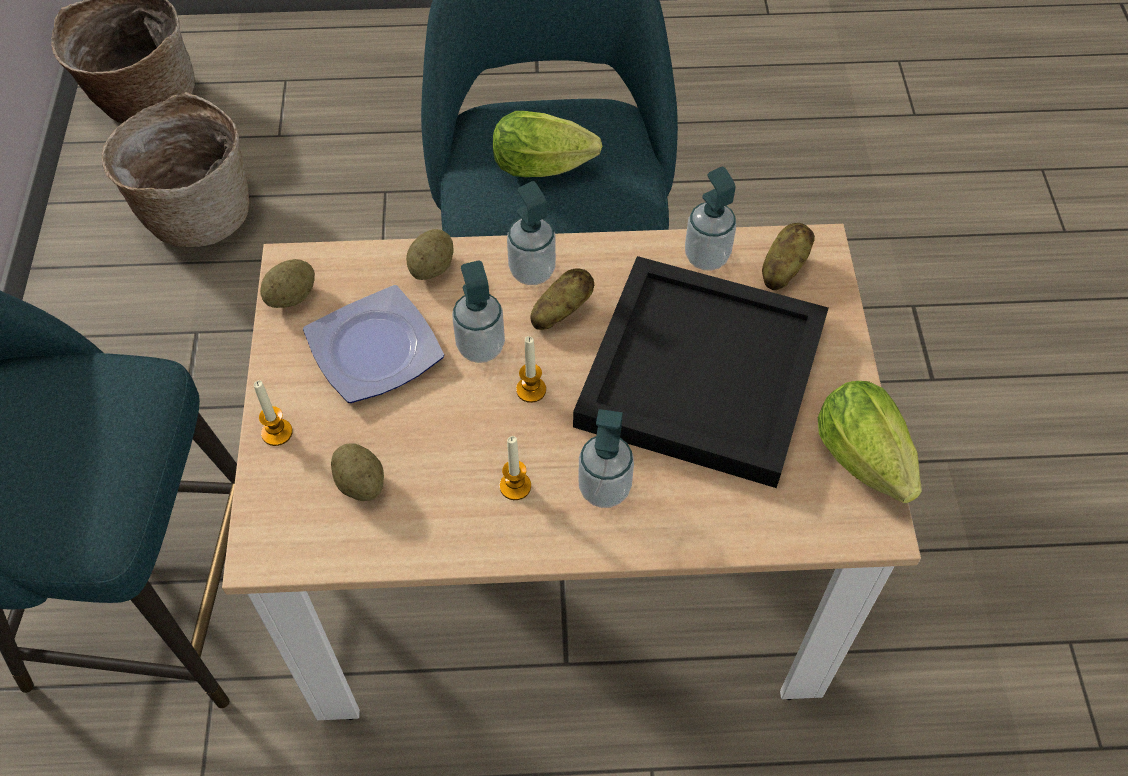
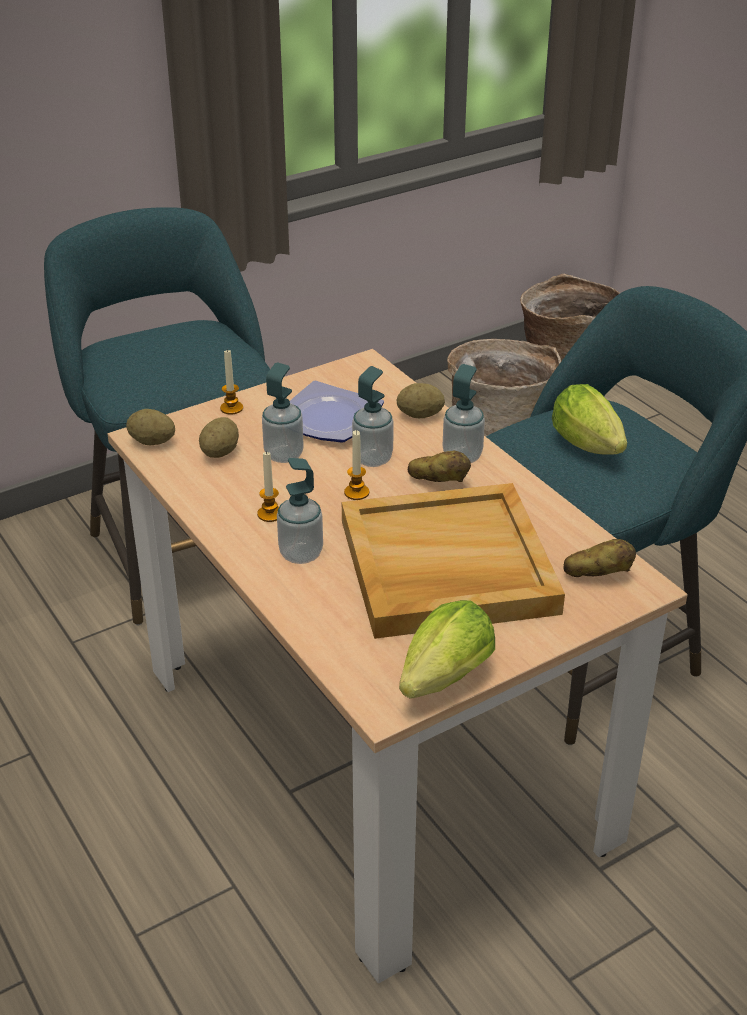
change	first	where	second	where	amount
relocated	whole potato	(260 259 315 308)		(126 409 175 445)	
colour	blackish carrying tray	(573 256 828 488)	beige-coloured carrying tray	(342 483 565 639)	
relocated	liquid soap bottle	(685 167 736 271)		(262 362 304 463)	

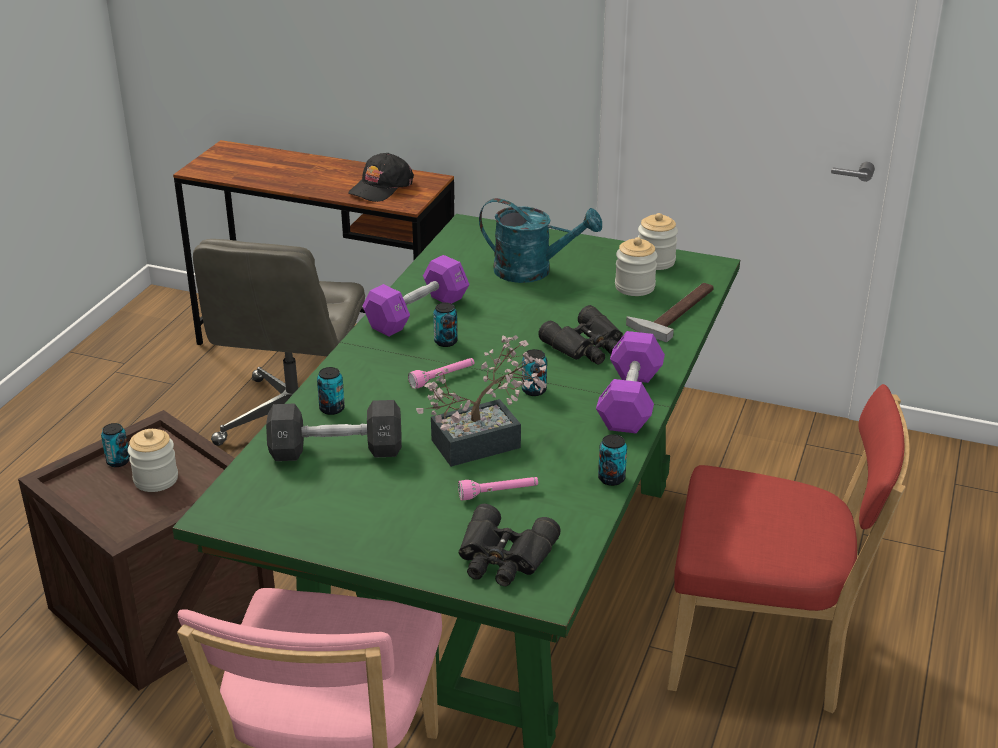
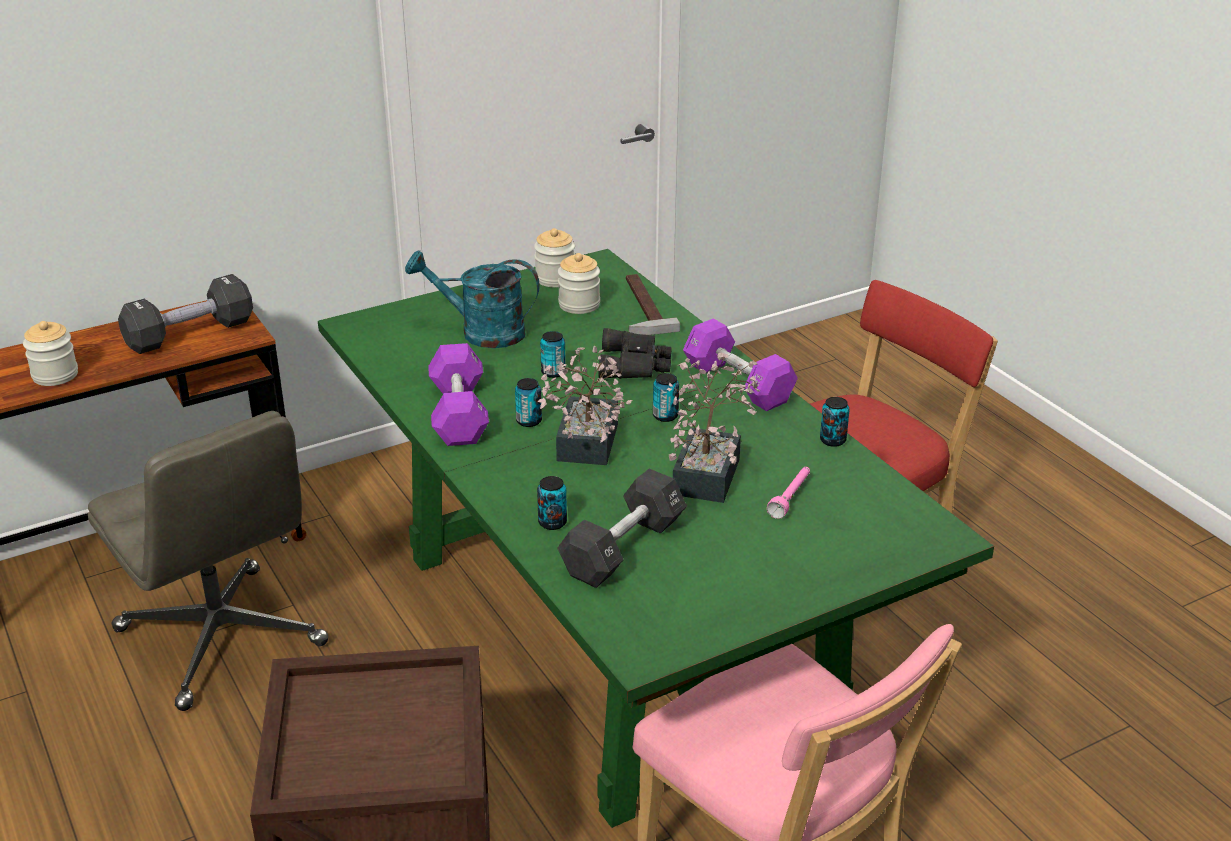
change	first	where	second	where	amount
relocated	metal can	(101 423 130 467)		(540 331 566 378)	
relocated	storage jar	(128 429 178 492)		(23 321 78 386)	
exchanged	blackish baseball cap	(348 153 414 202)	blackish free weight	(118 274 253 354)	
exchanged	pink-coloured hand torch	(408 358 474 389)	plant in a pot	(538 346 632 465)	
missing	blackish binoculars	(459 504 560 586)			
spun	blue-green watering pot	(479 198 602 283)		(405 251 540 348)	135 degrees counterclockwise

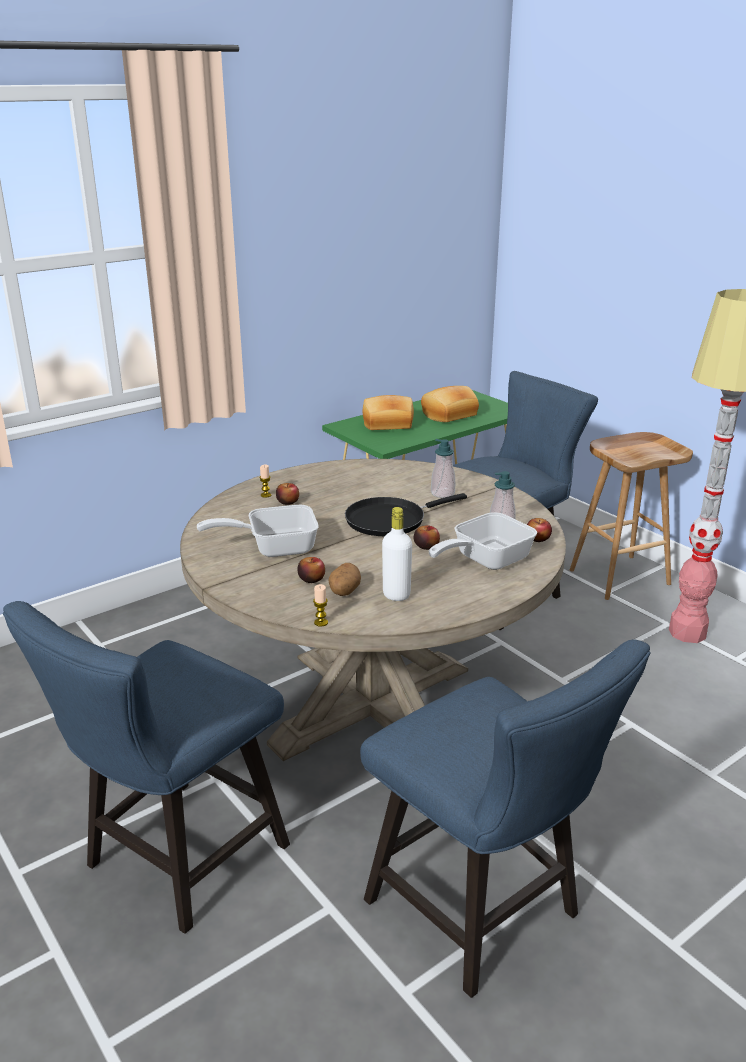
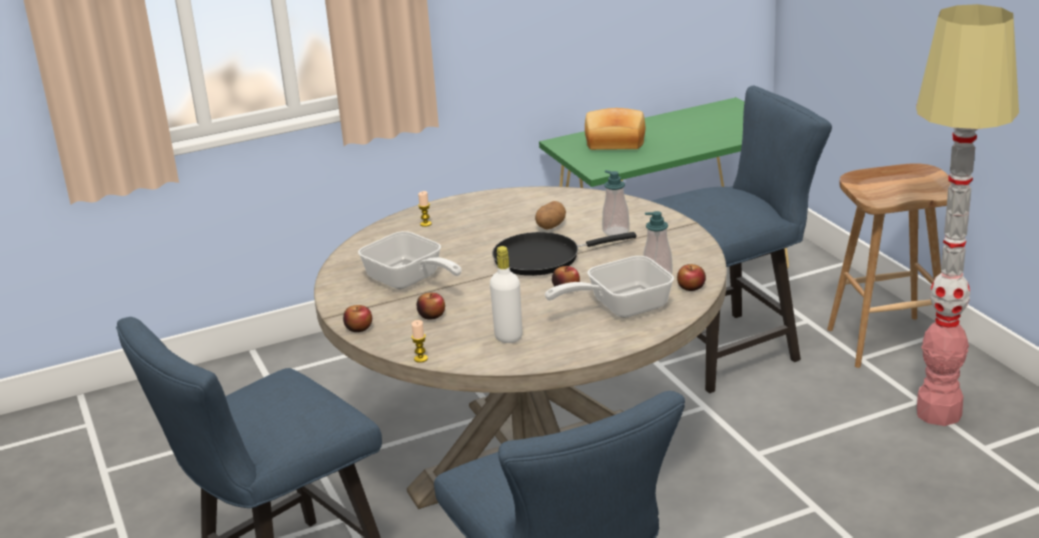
change	first	where	second	where	amount
spun	frying pan	(197 505 319 557)		(358 231 462 289)	135 degrees counterclockwise
relocated	apple fruit	(276 483 299 505)		(343 305 372 332)	
relocated	whole potato	(329 563 361 596)		(535 201 566 230)	
missing	bread	(421 386 479 422)			

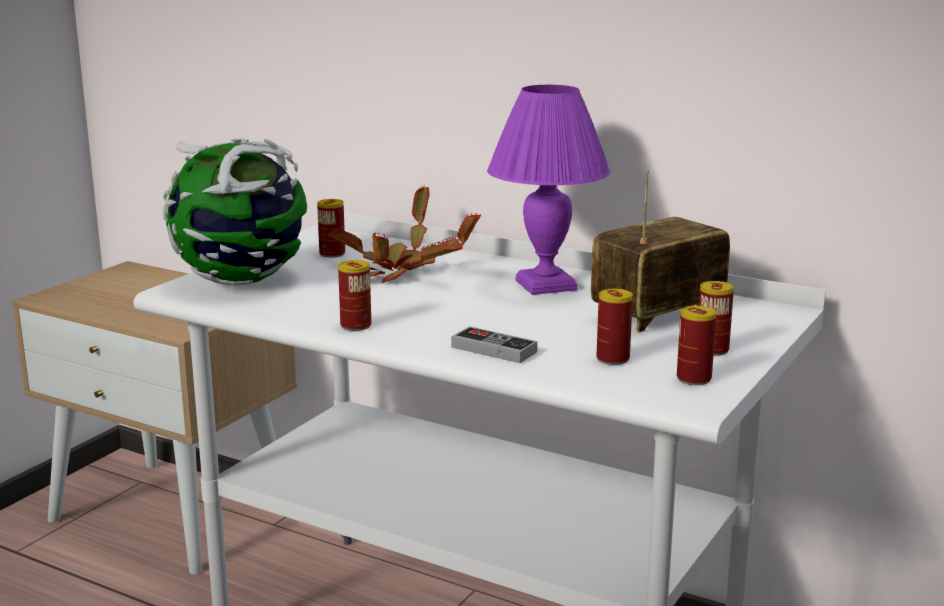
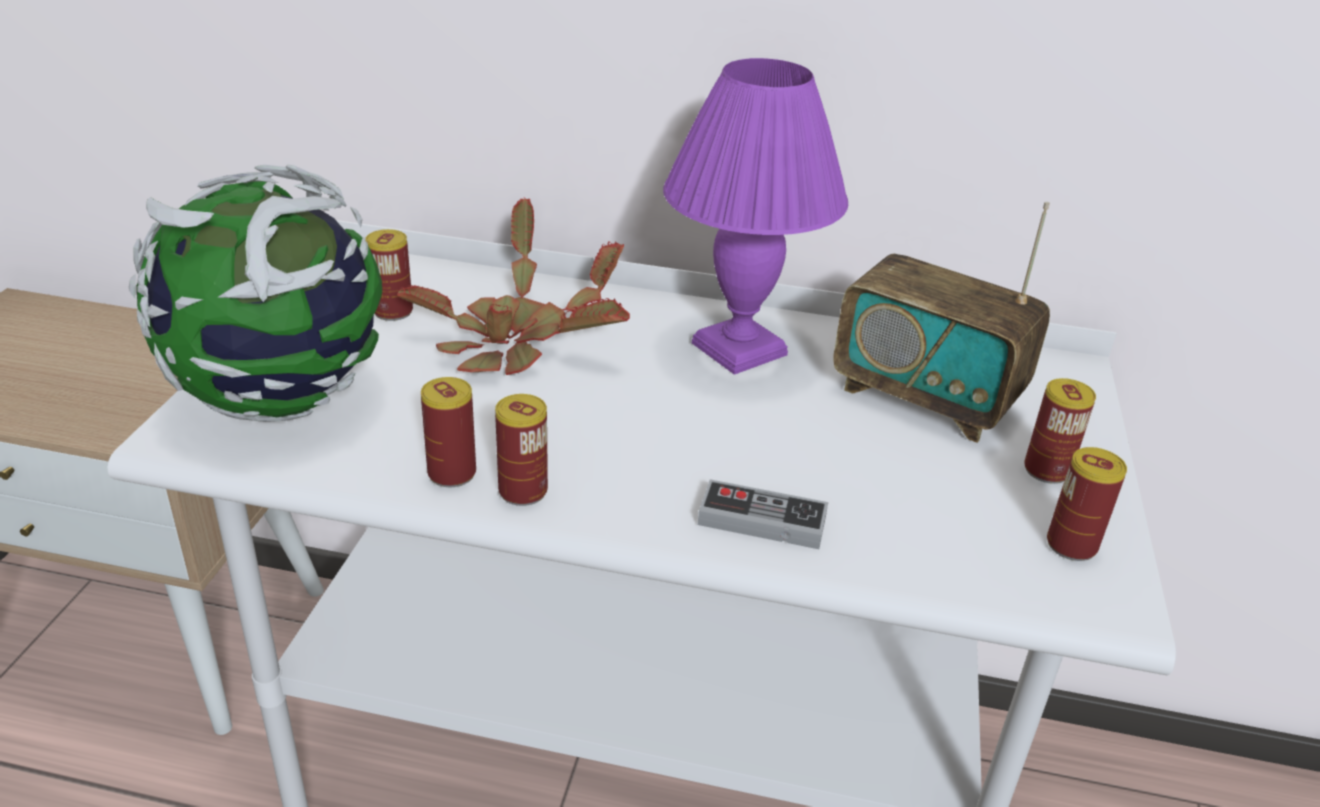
change	first	where	second	where	amount
spun	radio	(591 169 730 332)		(834 202 1050 443)	90 degrees counterclockwise
relocated	metal can	(596 289 633 365)		(421 377 476 487)	

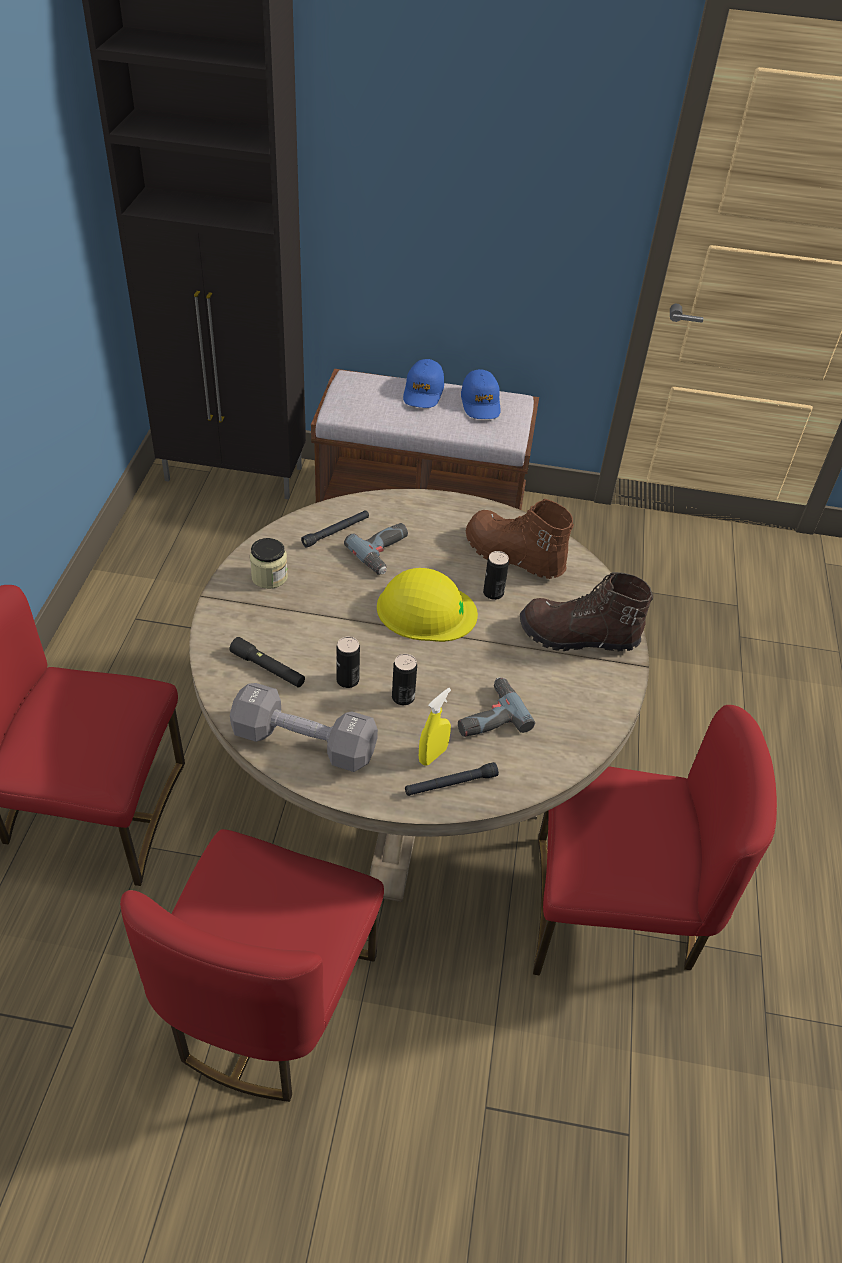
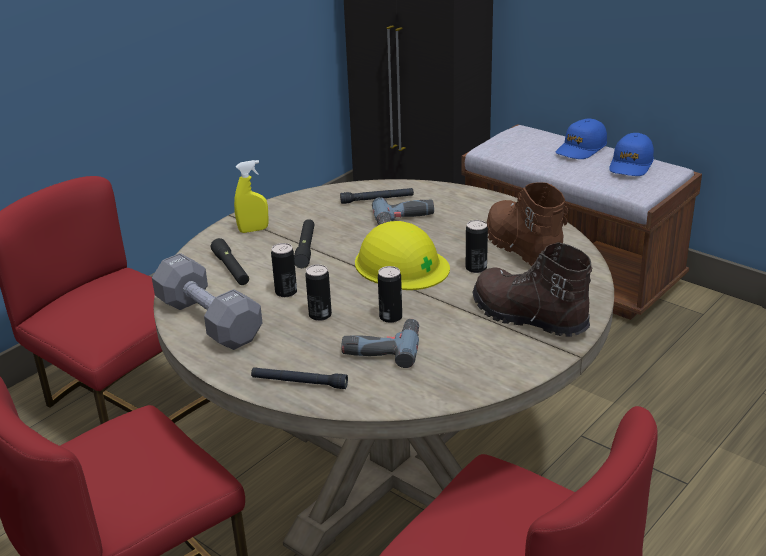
change	first	where	second	where	amount
missing	storage jar	(250 538 288 589)			
relocated	yellow sprayer	(419 688 451 765)		(234 160 269 233)	
appeared			blackish hand torch	(294 219 315 268)	
appeared			metal can	(378 266 402 323)	

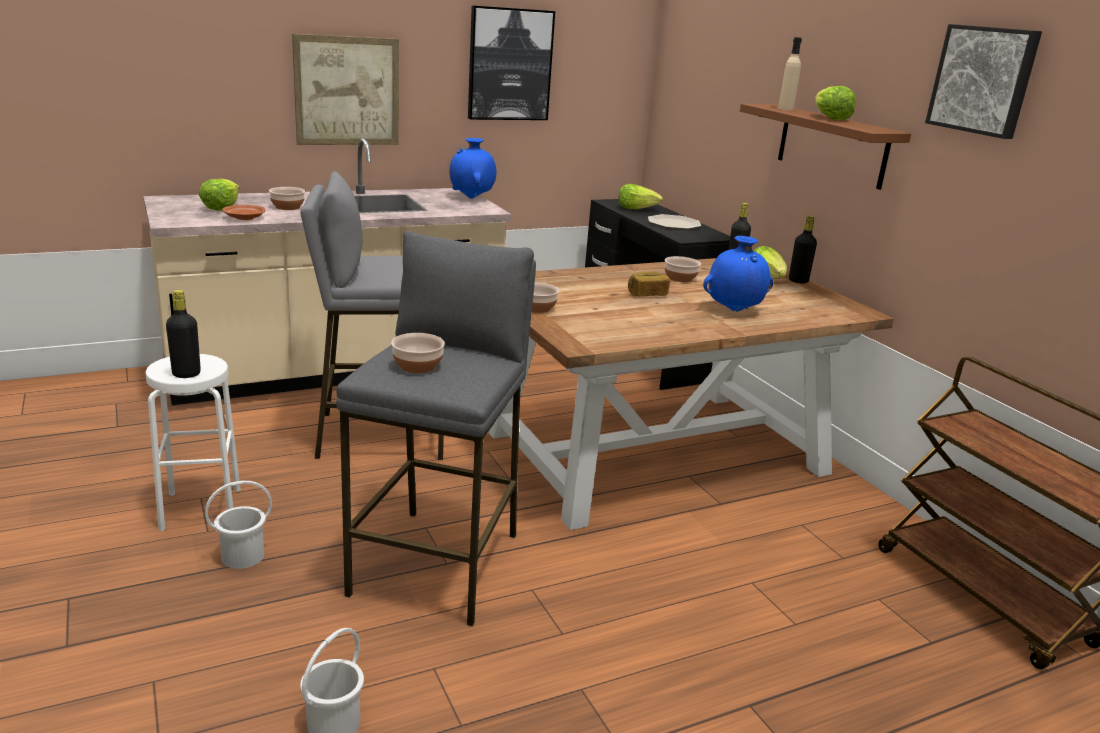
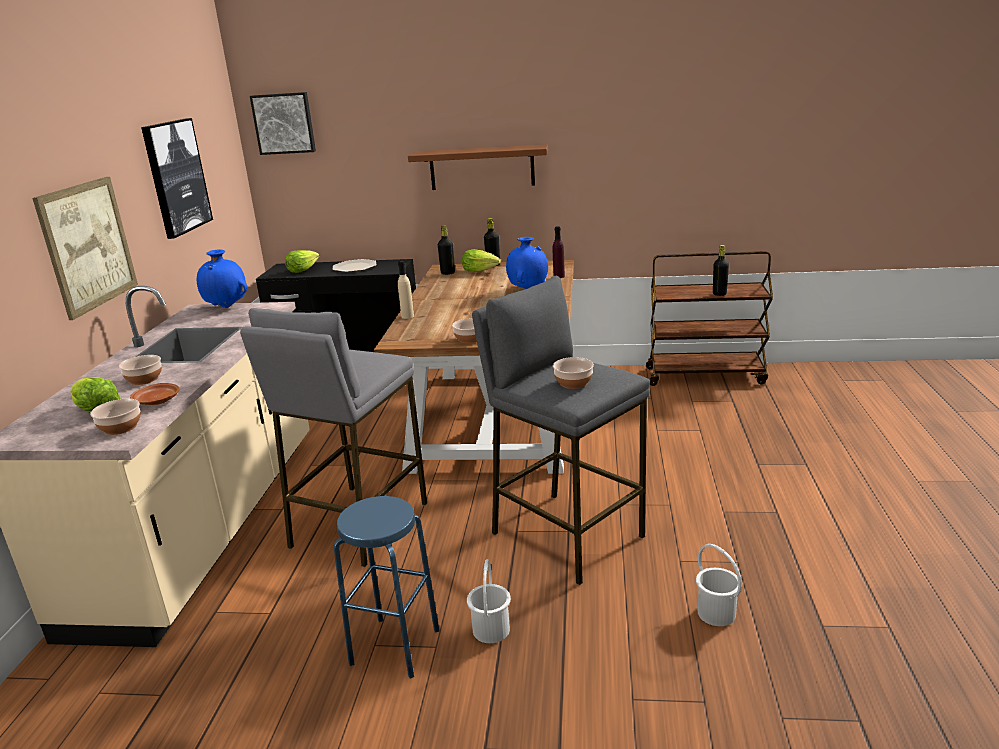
change	first	where	second	where	amount
colour	white stool seat	(145 354 241 531)	bluish stool seat	(334 496 439 679)	
relocated	blackish drink bottle	(166 290 201 378)		(713 245 729 296)	
missing	bread	(628 272 670 297)			
relocated	serving bowl	(665 256 701 282)		(90 399 141 435)	
relocated	beige-coloured drink bottle	(778 37 802 110)		(398 261 414 319)	
missing	lettuce head	(815 86 856 121)			
relocated	wall art	(925 24 1042 139)		(250 92 316 155)	
appeared			purple drink bottle	(553 226 565 278)	

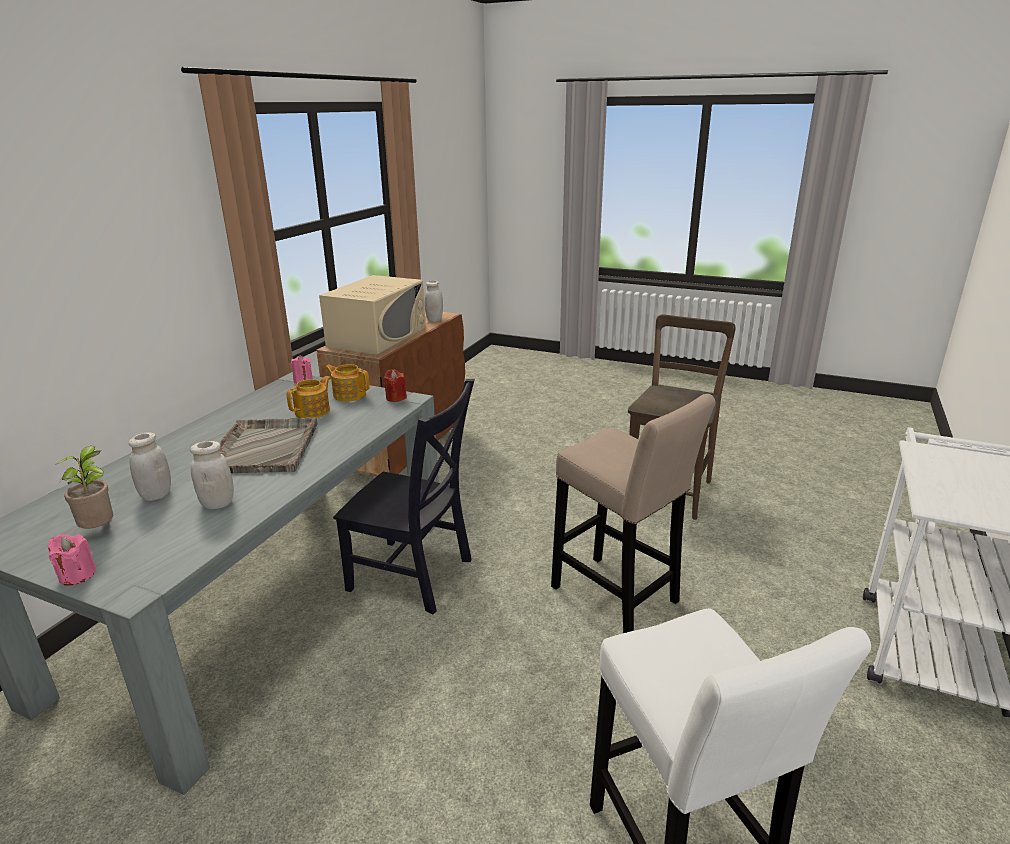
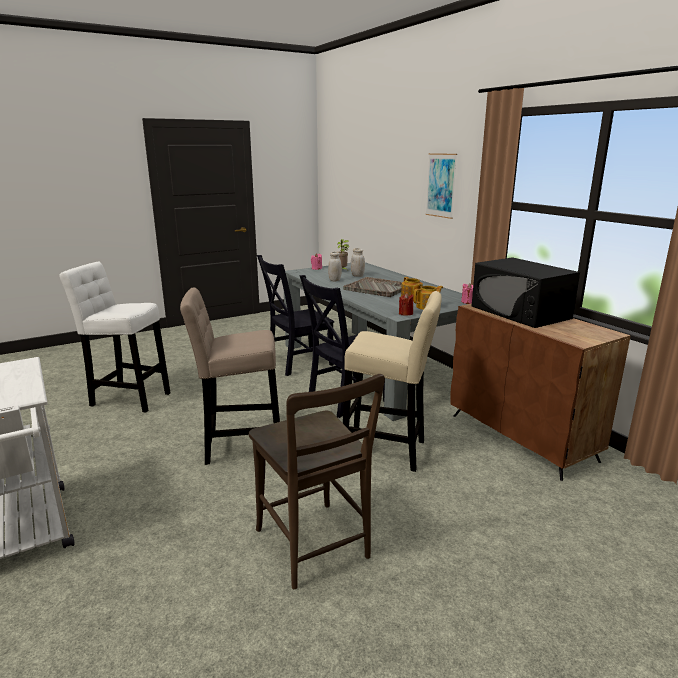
change	first	where	second	where	amount
colour	beige-coloured microwave oven	(319 275 426 355)	blackish microwave oven	(472 257 580 328)	
missing	white storage jar	(425 280 443 322)			
appeared			blackish plain chair	(257 255 334 376)	
appeared			beige-coloured stool seat	(343 291 442 472)	
appeared			wall art	(425 153 457 219)	

